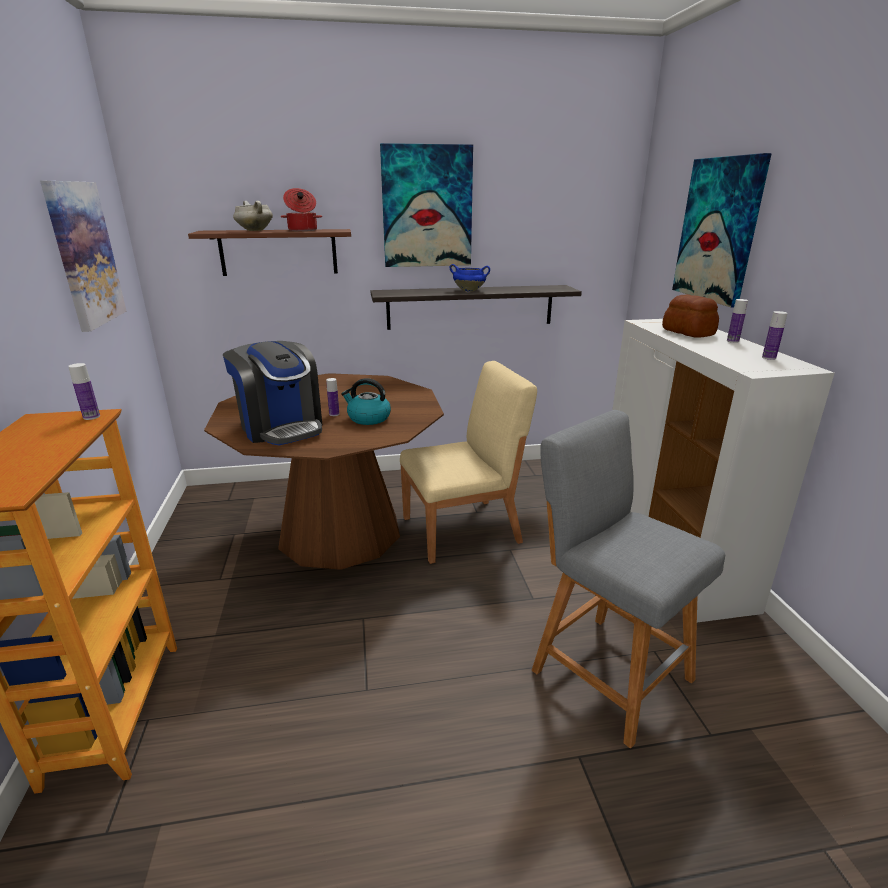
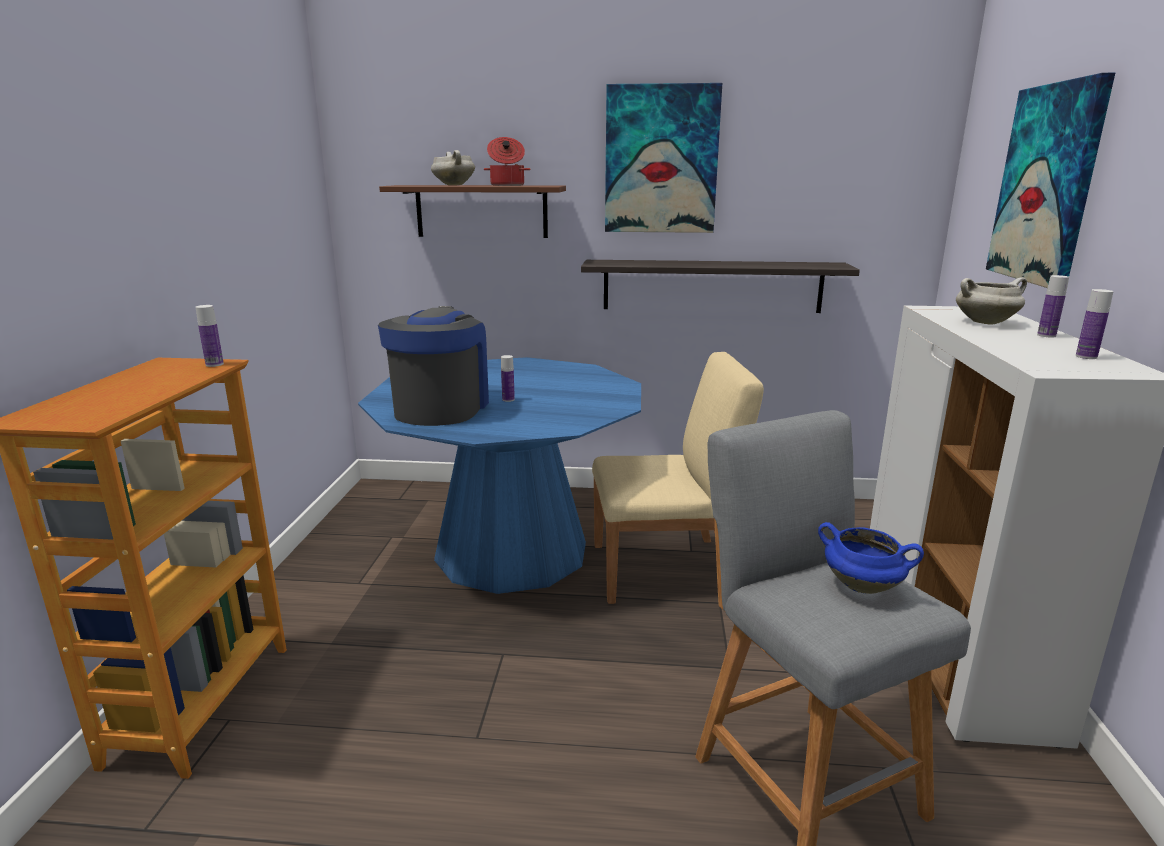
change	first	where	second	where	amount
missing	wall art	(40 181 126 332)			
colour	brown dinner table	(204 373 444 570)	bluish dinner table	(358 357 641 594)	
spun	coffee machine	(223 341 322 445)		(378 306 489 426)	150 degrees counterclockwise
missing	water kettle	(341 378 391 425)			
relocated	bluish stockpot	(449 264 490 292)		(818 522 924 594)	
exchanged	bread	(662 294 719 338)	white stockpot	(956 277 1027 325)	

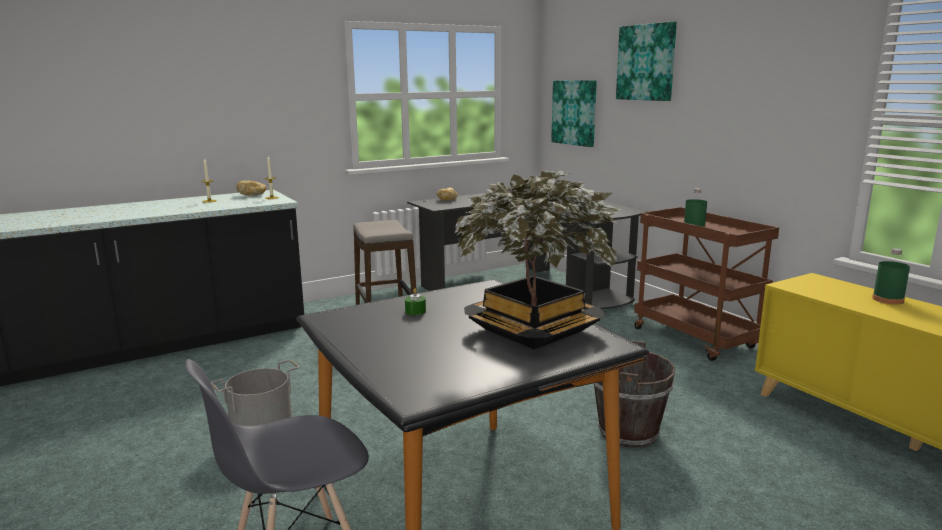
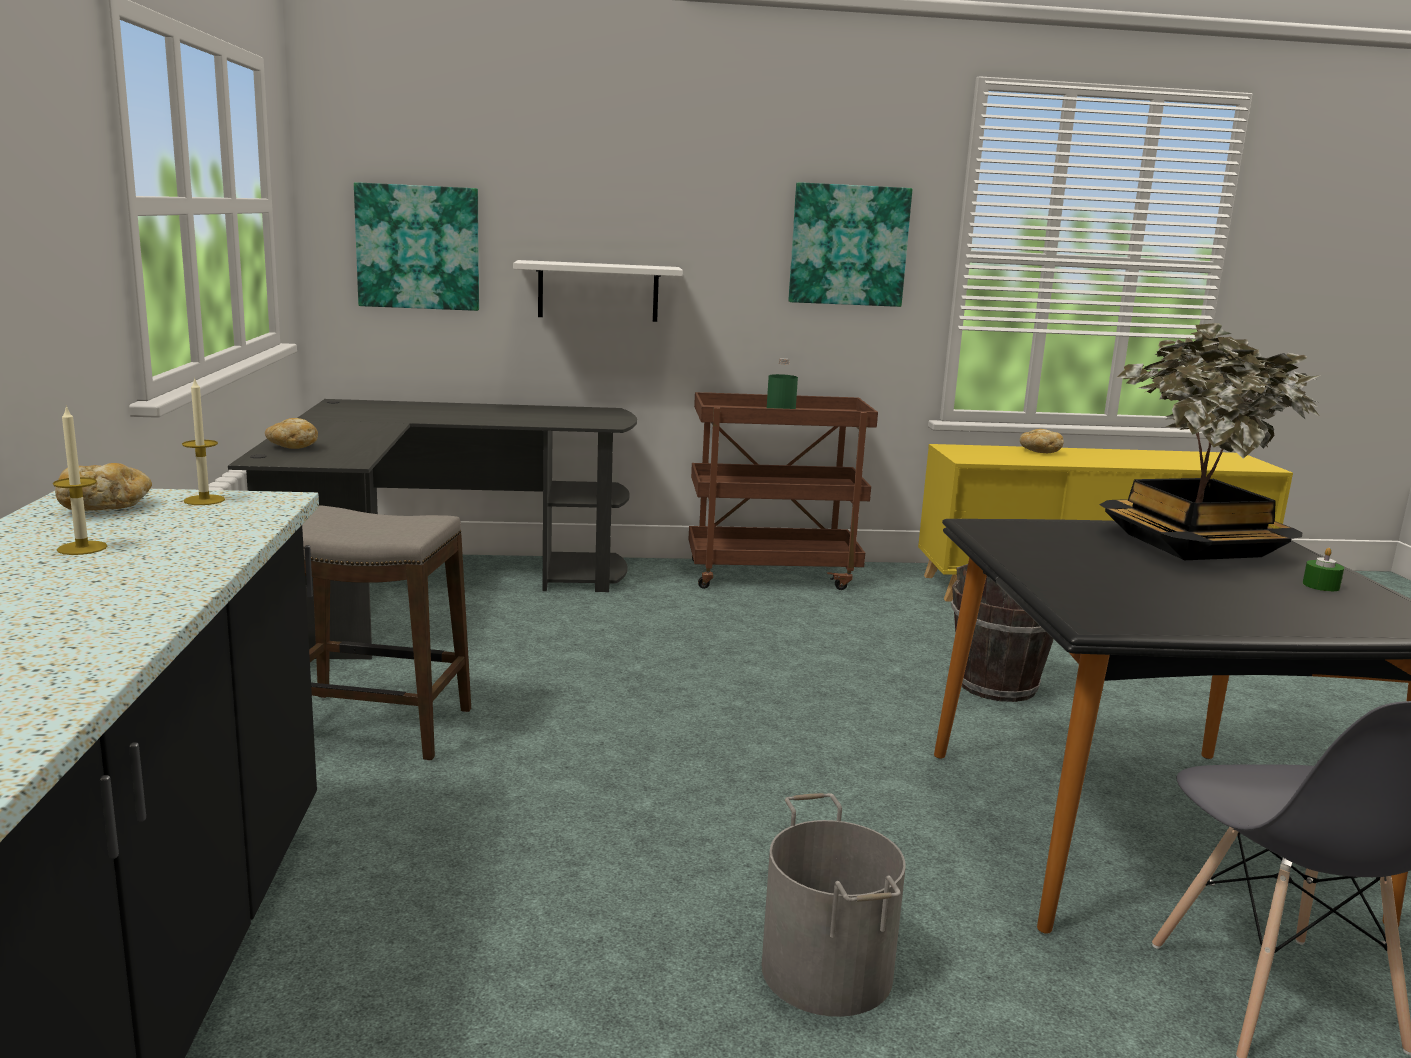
change	first	where	second	where	amount
relocated	green-coloured wax candle	(405 288 426 315)		(1303 548 1344 591)	
relocated	wall art	(616 22 677 101)		(788 182 912 307)	
exchanged	green-coloured drink bottle	(872 248 910 305)	bread	(1020 429 1064 453)	
appeared			white bracket shelf	(513 260 683 322)	

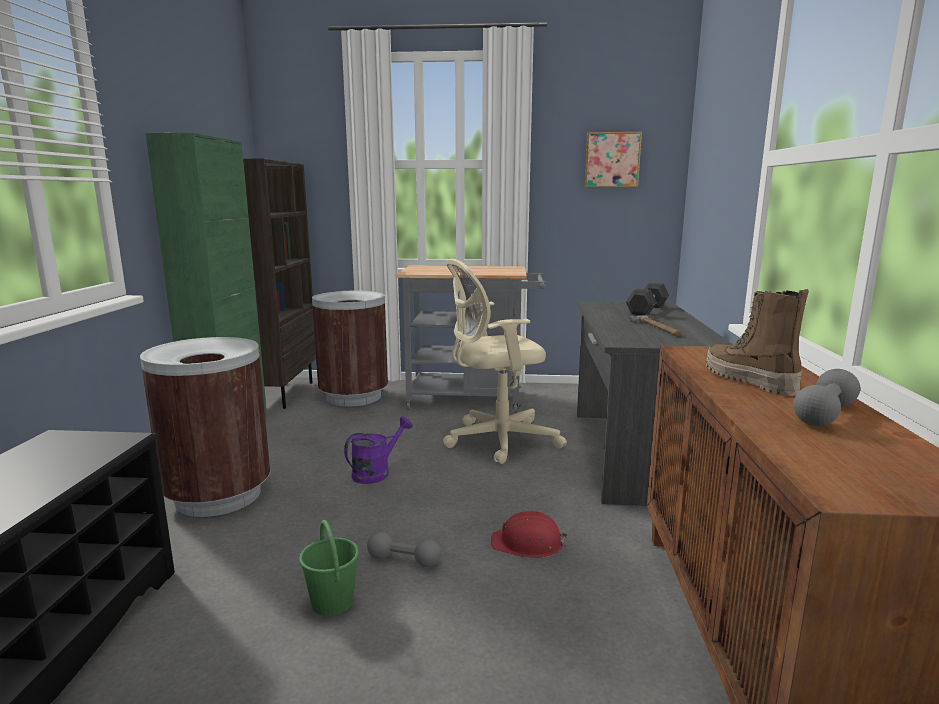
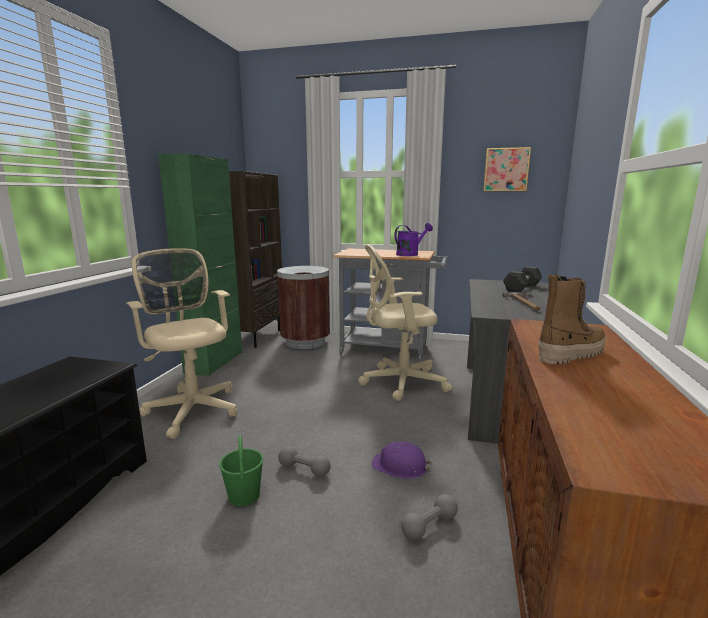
change	first	where	second	where	amount
exchanged	brown waste bin	(140 337 270 517)	beige-coloured office chair	(126 248 237 439)	
relocated	purple watering pot	(344 416 412 484)		(394 223 433 256)	
colour	red safety helmet	(491 511 567 558)	purple safety helmet	(372 441 432 479)	
spun	high-top boot	(706 289 809 396)		(538 274 606 364)	75 degrees clockwise
relocated	greyish free weight	(793 369 860 426)		(401 494 458 540)	

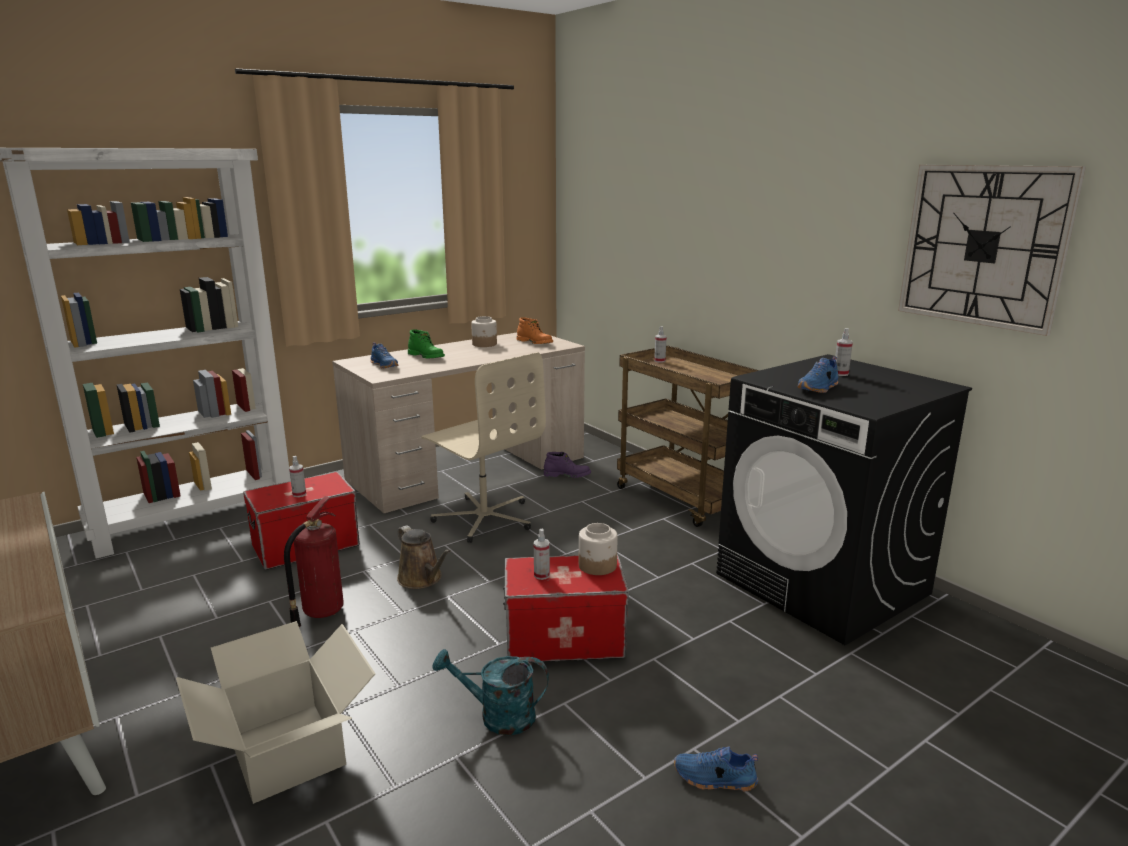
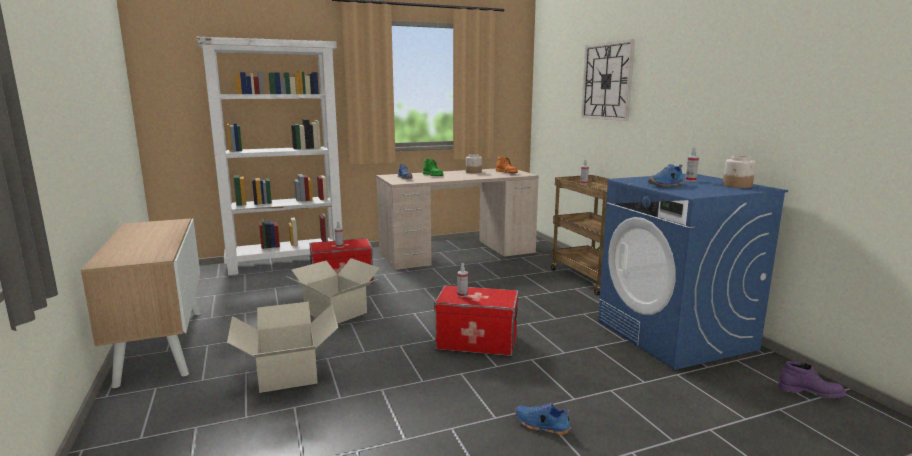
change	first	where	second	where	amount
exchanged	fire extinguisher	(284 496 343 628)	packing box	(286 258 379 324)	
missing	brown watering pot	(397 525 451 589)			
missing	beige-coloured office chair	(421 352 546 543)			
missing	blue-green watering pot	(433 649 549 735)			
relocated	purple high-top boot	(544 452 591 478)		(778 361 846 398)	
relocated	storage jar	(579 523 618 575)		(723 156 756 188)	
colour	blackish laundry appliance	(716 354 972 645)	bluish laundry appliance	(598 174 788 370)	
relocated	wall clock	(898 165 1086 336)		(581 39 635 121)	

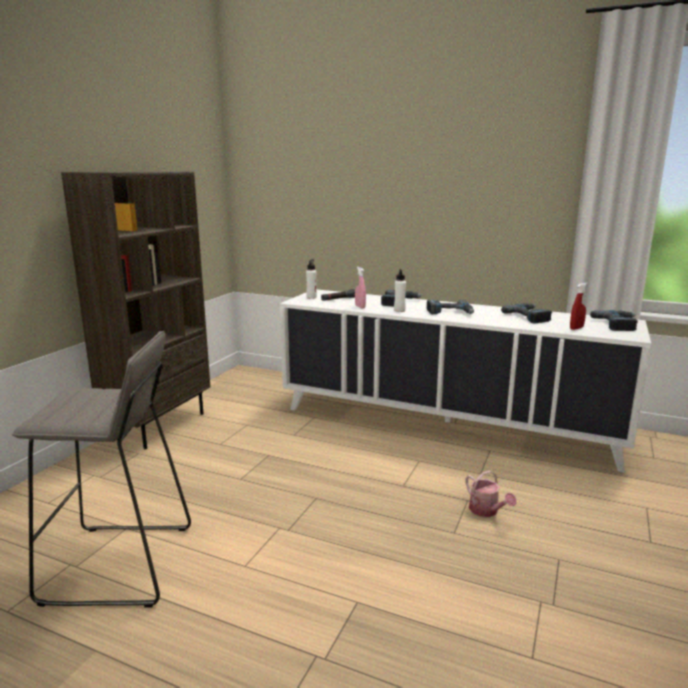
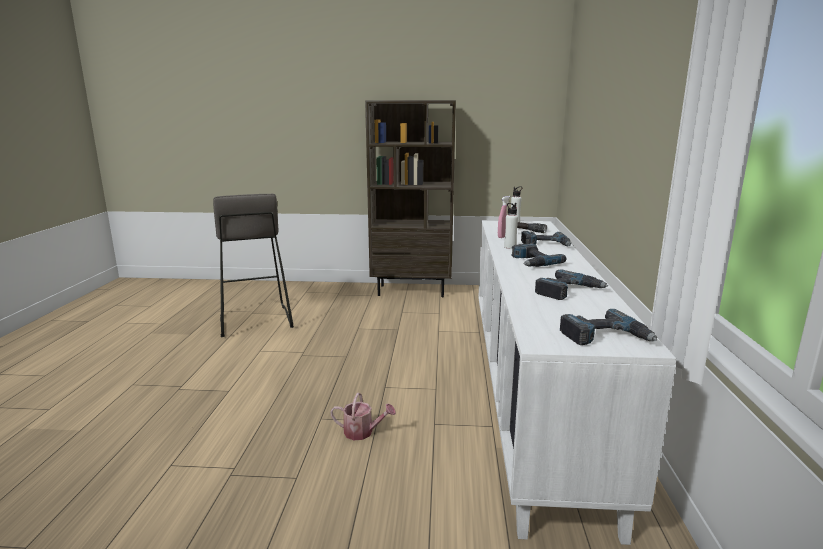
change	first	where	second	where	amount
spun	watering pot	(465 470 517 517)		(330 393 396 440)	120 degrees counterclockwise
missing	red sprayer	(570 283 588 330)			

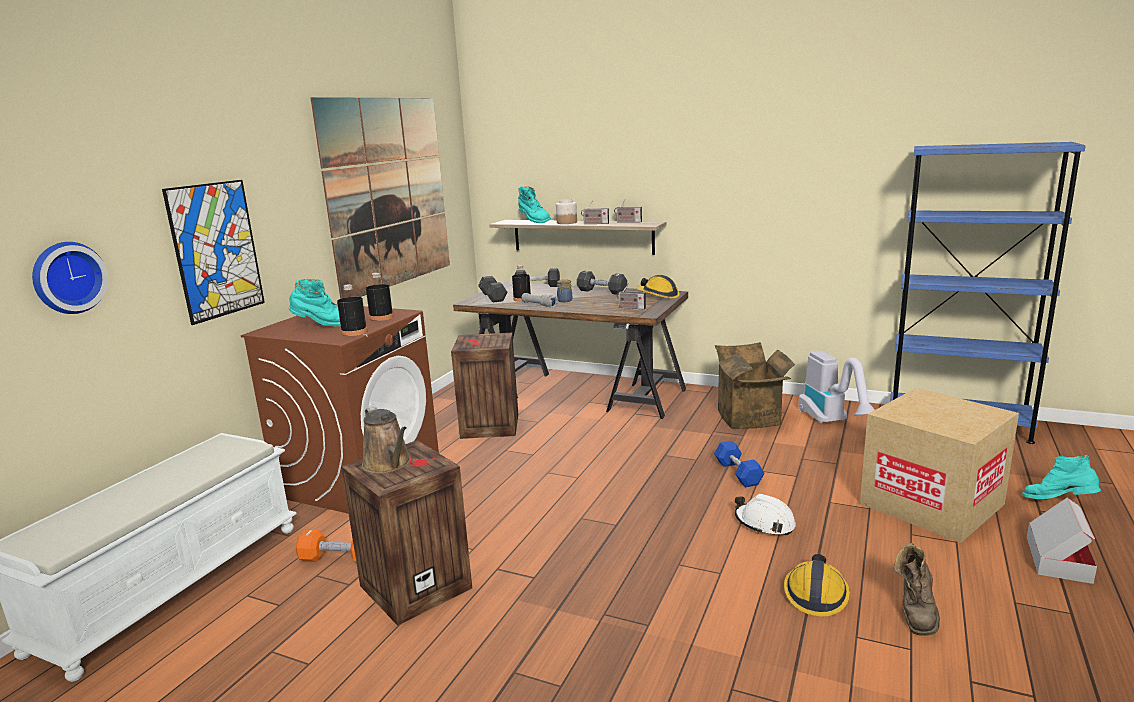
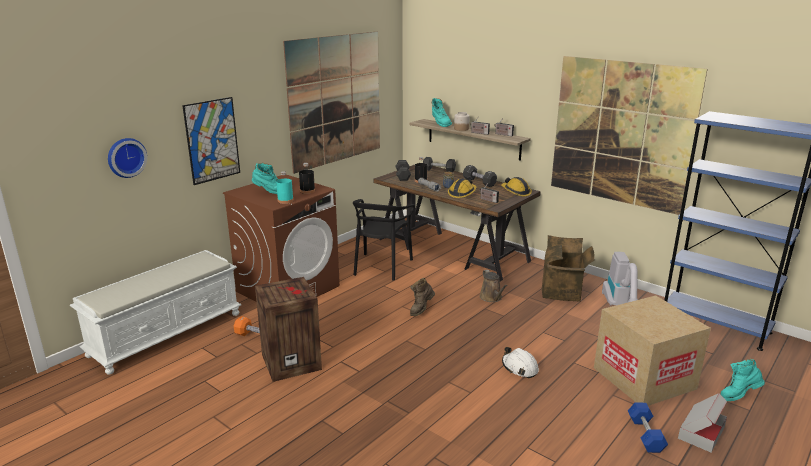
change	first	where	second	where	amount
colour	blackish drink bottle	(337 284 367 336)	blue-green drink bottle	(276 171 294 204)	
relocated	brown watering pot	(362 407 411 474)		(480 270 508 302)	
exchanged	packing crate	(451 333 518 439)	blackish plain chair	(353 199 415 281)	
relocated	bluish free weight	(714 441 765 487)		(628 403 668 453)	
relocated	safety helmet	(784 554 850 616)		(448 178 477 198)	
relocated	brown high-top boot	(894 543 940 636)		(410 278 435 316)	
spun	blue-green high-top boot	(1022 455 1101 499)		(721 359 765 401)	60 degrees counterclockwise
appeared			wall art	(551 56 707 215)	

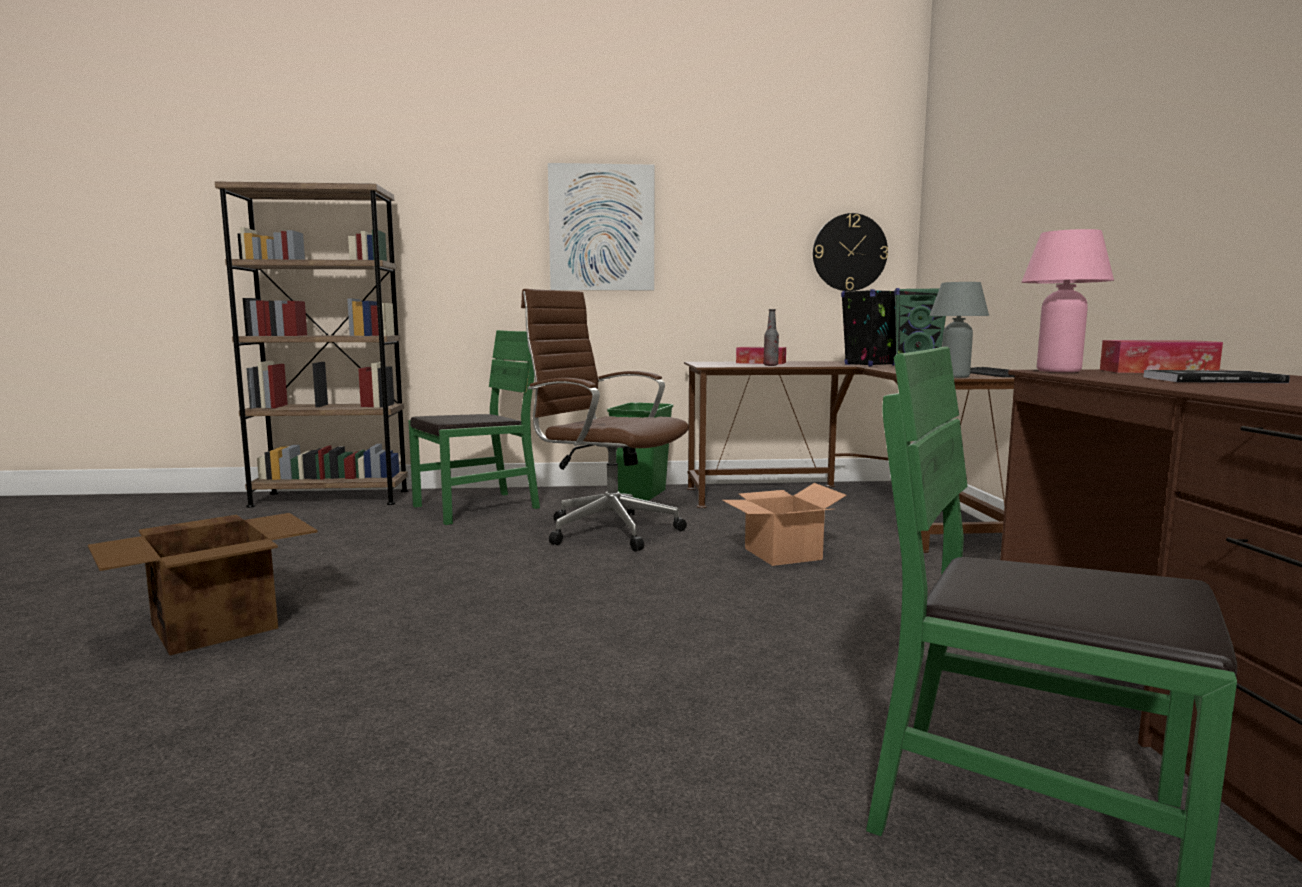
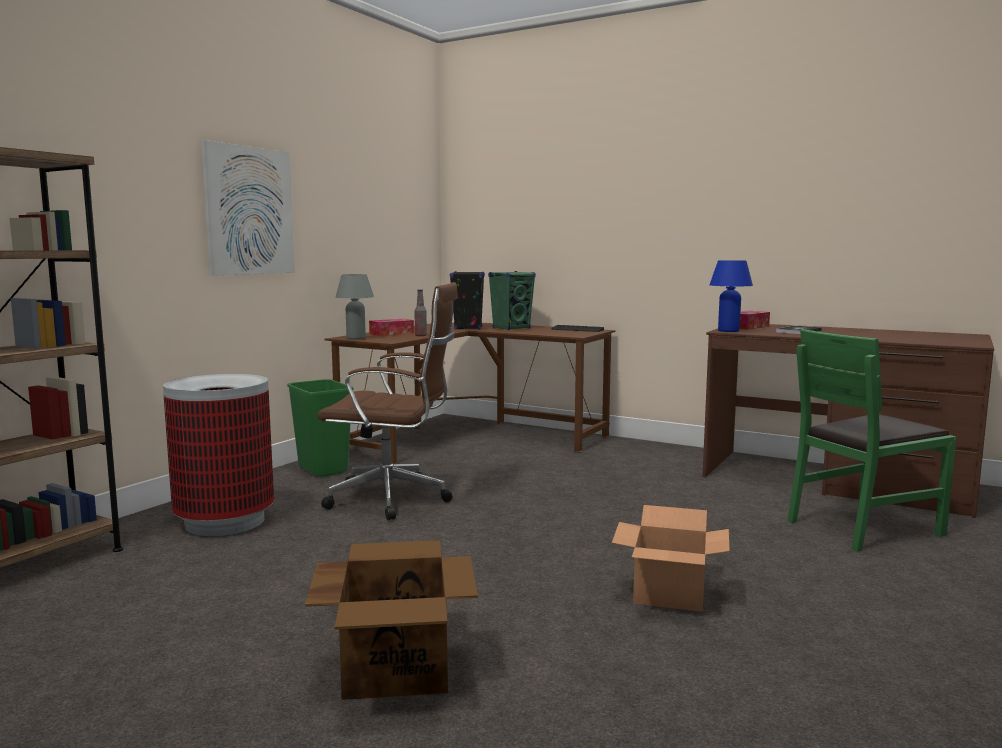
change	first	where	second	where	amount
exchanged	green-coloured plain chair	(408 330 540 525)	waste bin	(163 374 274 536)	
spun	brown office chair	(521 289 689 552)		(317 282 458 520)	150 degrees counterclockwise
relocated	packing box	(722 483 846 566)		(612 505 730 612)	
missing	wall clock	(813 213 888 291)			
relocated	greyish tabletop lamp	(929 282 989 378)		(336 274 374 340)	
colour	pink-coloured tabletop lamp	(1021 229 1114 372)	bluish tabletop lamp	(710 260 753 332)	

